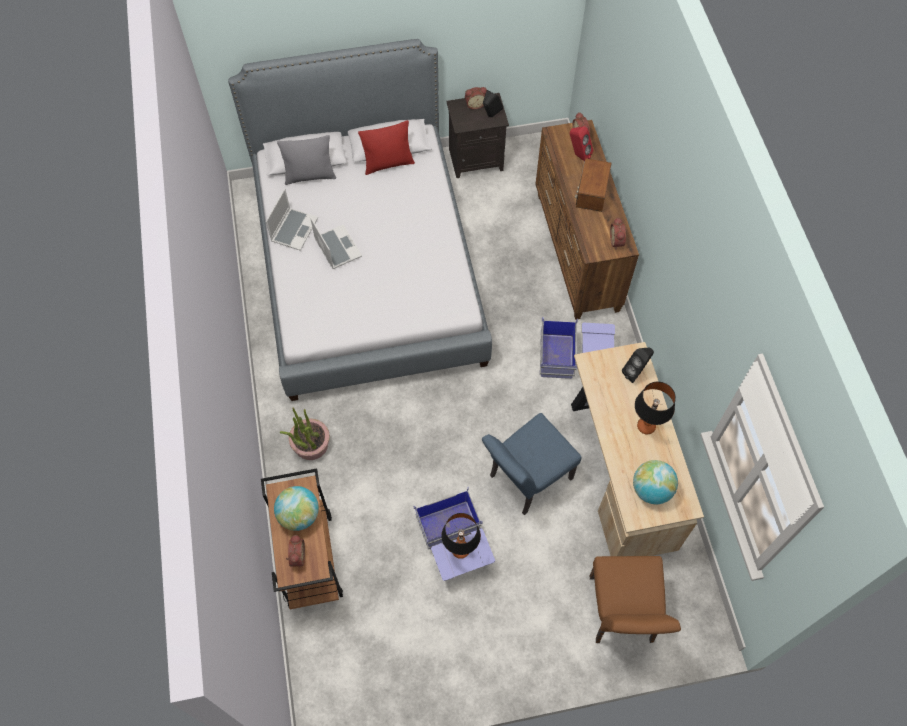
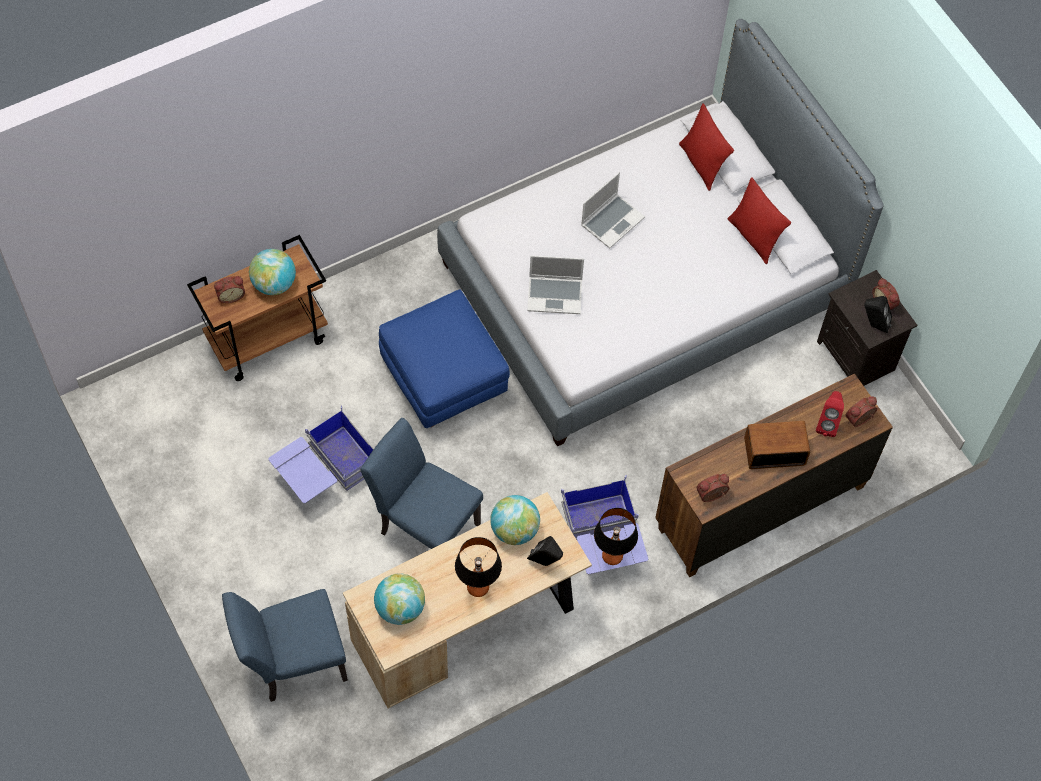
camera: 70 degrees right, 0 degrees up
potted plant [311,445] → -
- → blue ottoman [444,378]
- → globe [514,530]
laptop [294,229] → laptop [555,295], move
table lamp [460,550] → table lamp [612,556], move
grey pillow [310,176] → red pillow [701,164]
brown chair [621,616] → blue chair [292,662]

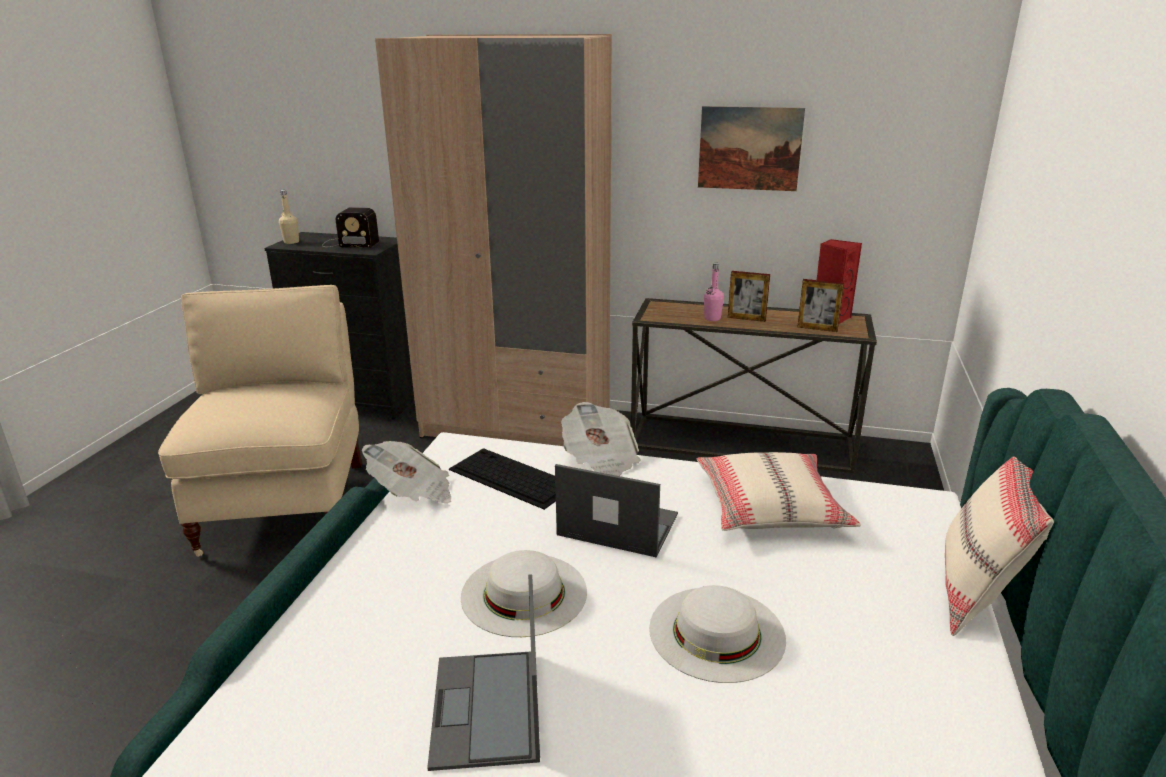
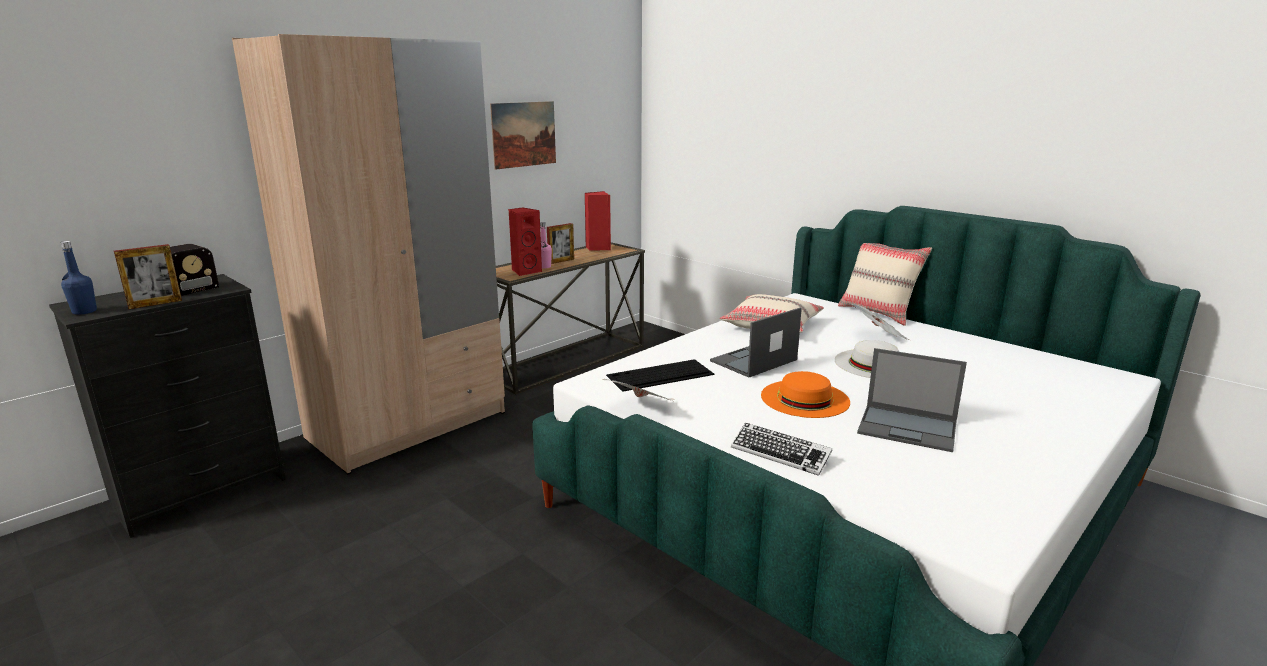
camera: 60 degrees left, 5 degrees down
beige chair [286,505] → -
- → red speaker [525,271]
- → keyboard [780,454]
newspaper [600,460] → newspaper [878,336], move
picture frame [817,328] → picture frame [155,304], move
beige bottle [291,242] → blue bottle [84,311]
white hat [524,593] → orange hat [804,398]

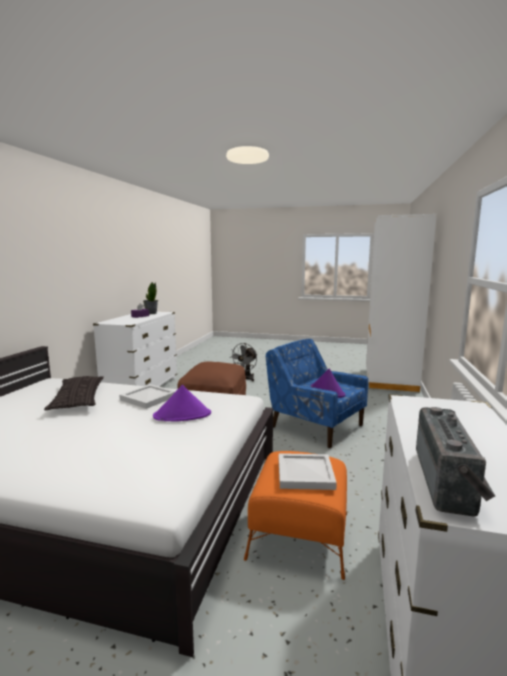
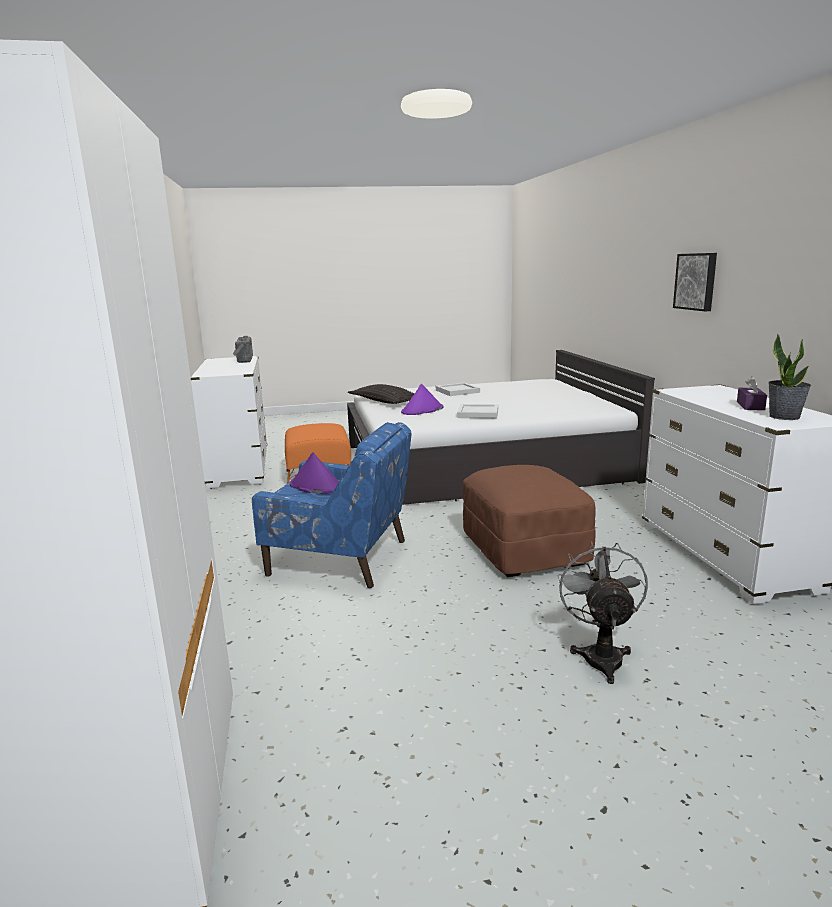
camera: 155 degrees right, 5 degrees up
- → picture [696,281]
pillow [78,398] → pillow [385,401], move
white tray [306,473] → white tray [457,391], move

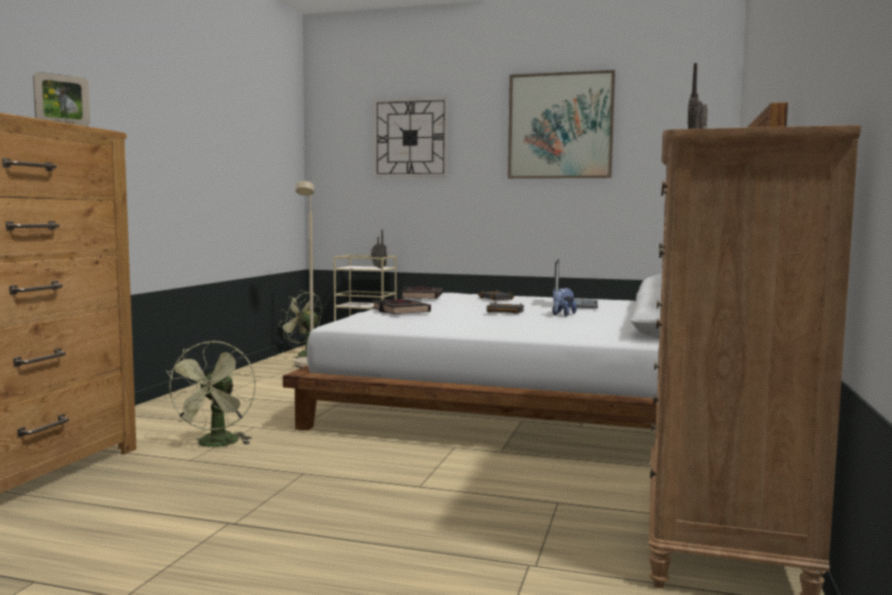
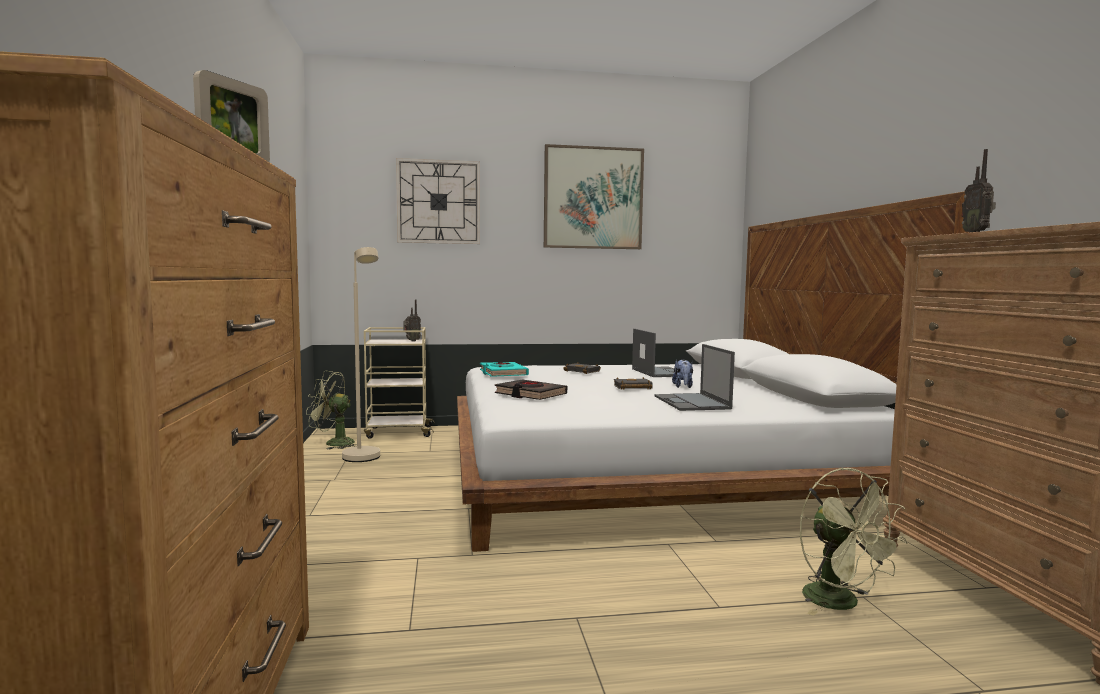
camera: 25 degrees left, 0 degrees up
- → laptop [692,403]
green fan [216,445] → green fan [841,603], move
black book [421,297] → turquoise book [503,373]

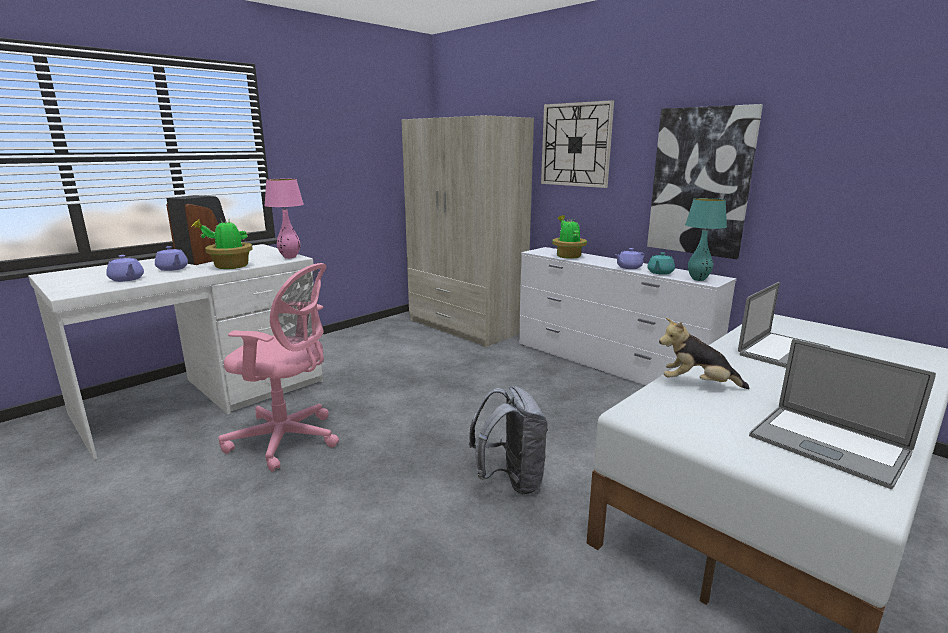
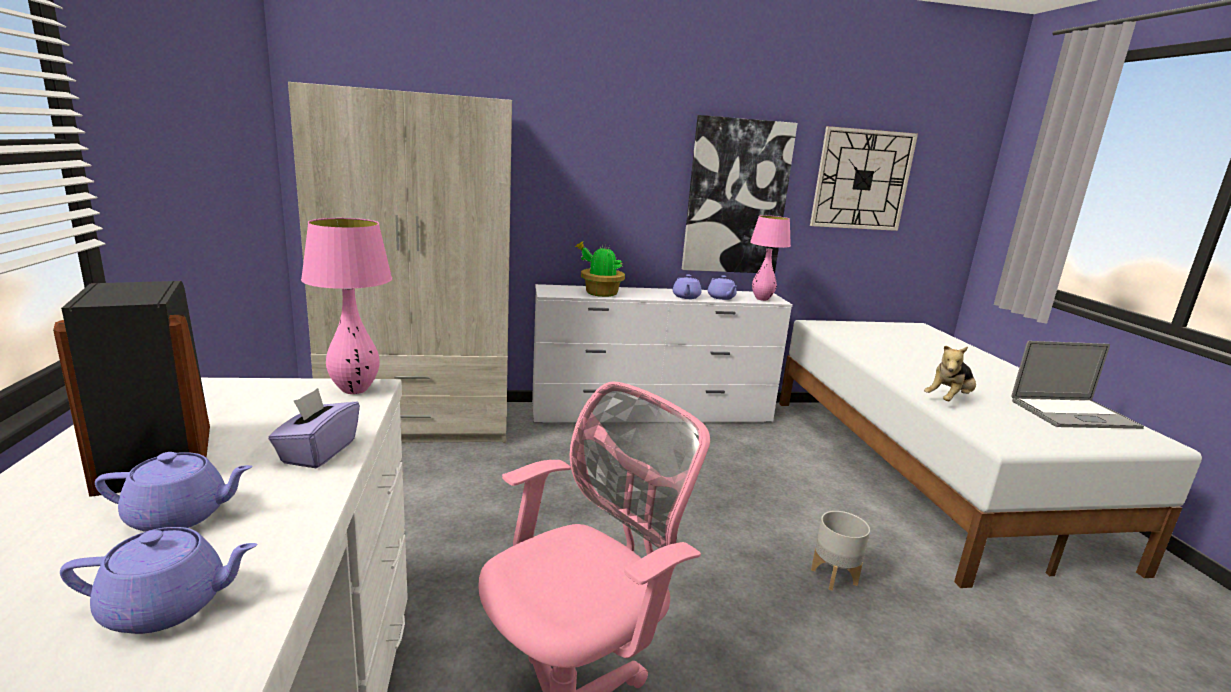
camera: 55 degrees left, 0 degrees up
laptop [783,351] → -
wall clock [576,145] → wall clock [862,180], move
potted plant [230,267] → purple tissue box [318,452]
grey backpack [510,481] → grey planter [833,577]
turquoise teapot [660,273] → purple teapot [721,298]
turquoise table lamp [698,279] → pink table lamp [762,299]

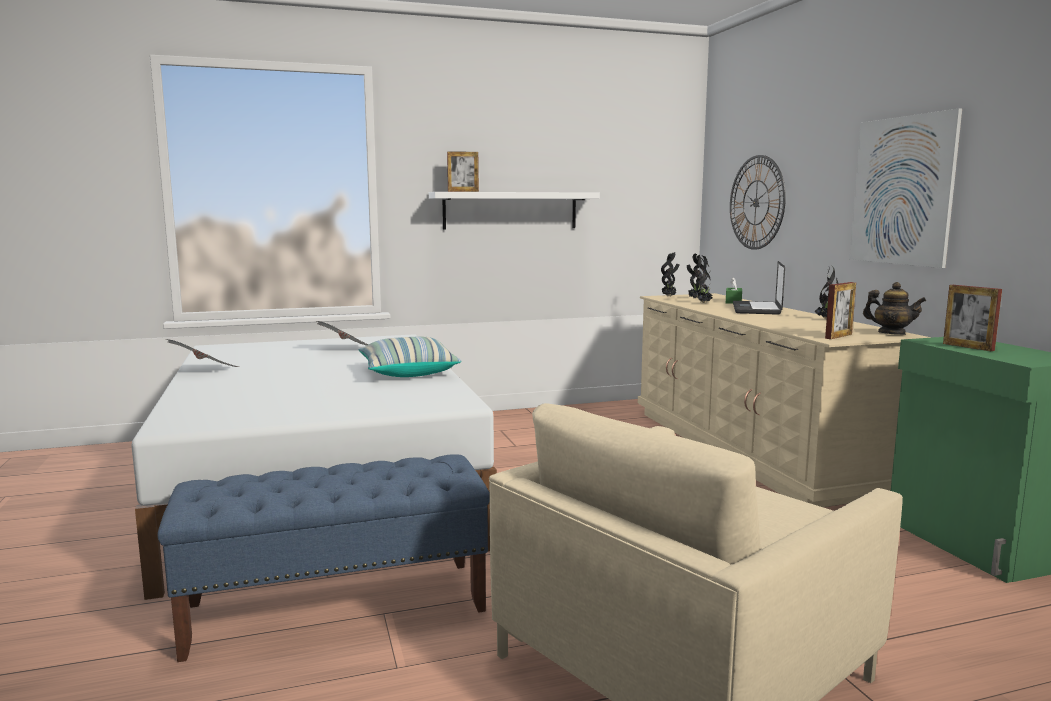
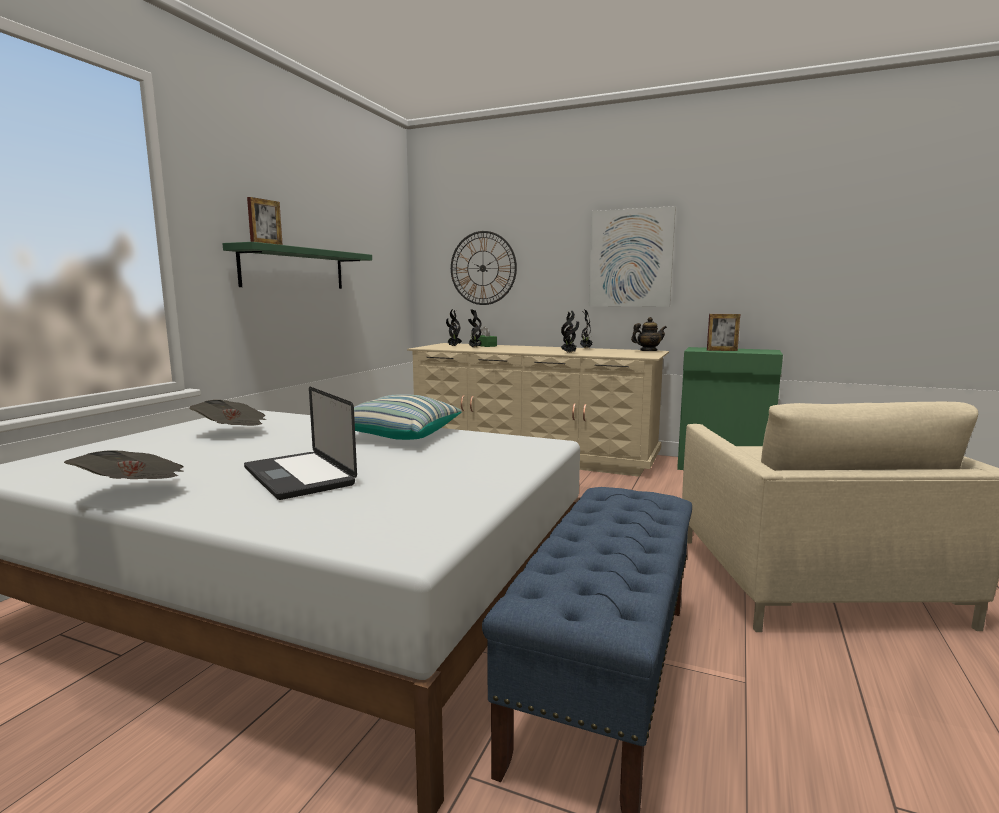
camera: 50 degrees left, 0 degrees up
picture frame [838,336] → -
potted plant [669,296] → potted plant [569,353], move
laptop [756,309] → laptop [298,476], move
white shelf [510,210] → green shelf [294,269]

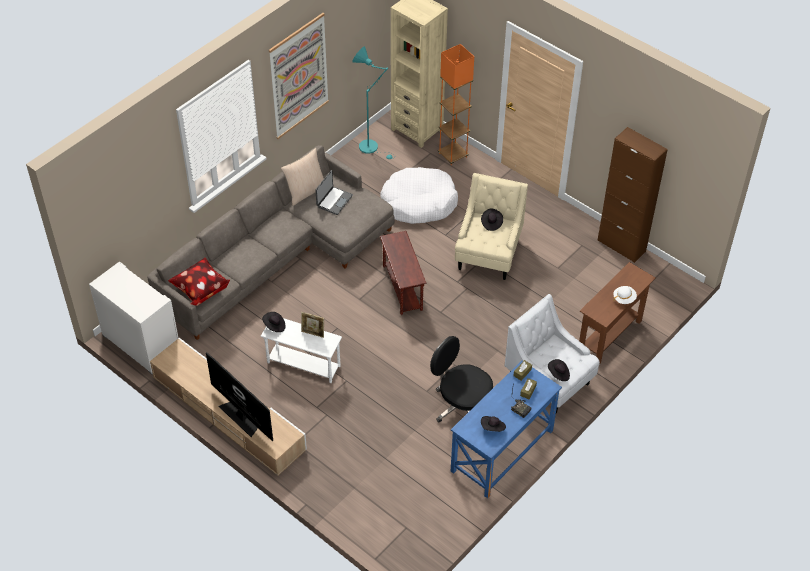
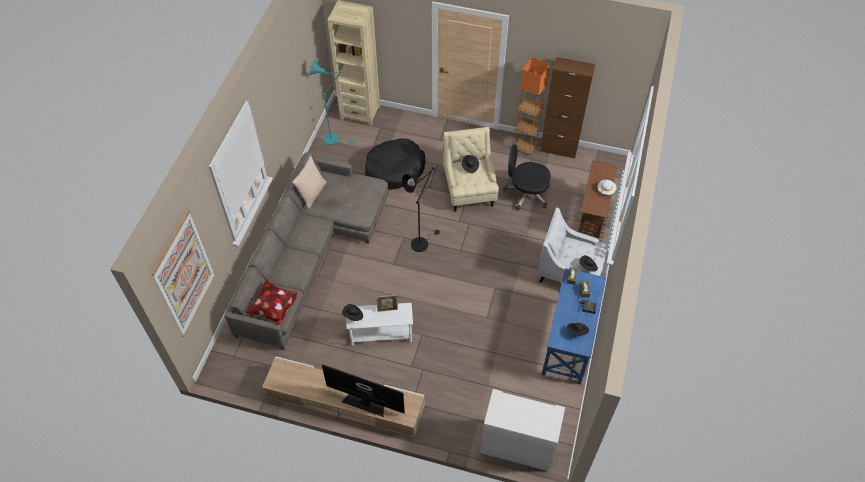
camera: 25 degrees left, 5 degrees up
laptop [334,201] → -
white dresser [140,343] → white dresser [517,446], move
picture [299,76] → picture [185,275], move
black office chair [461,405] → black office chair [526,194], move
orange floor lamp [453,155] → orange floor lamp [525,147], move
brown side table [403,288] → black floor lamp [421,242]
white dog bed [418,203] → black dog bed [394,170]

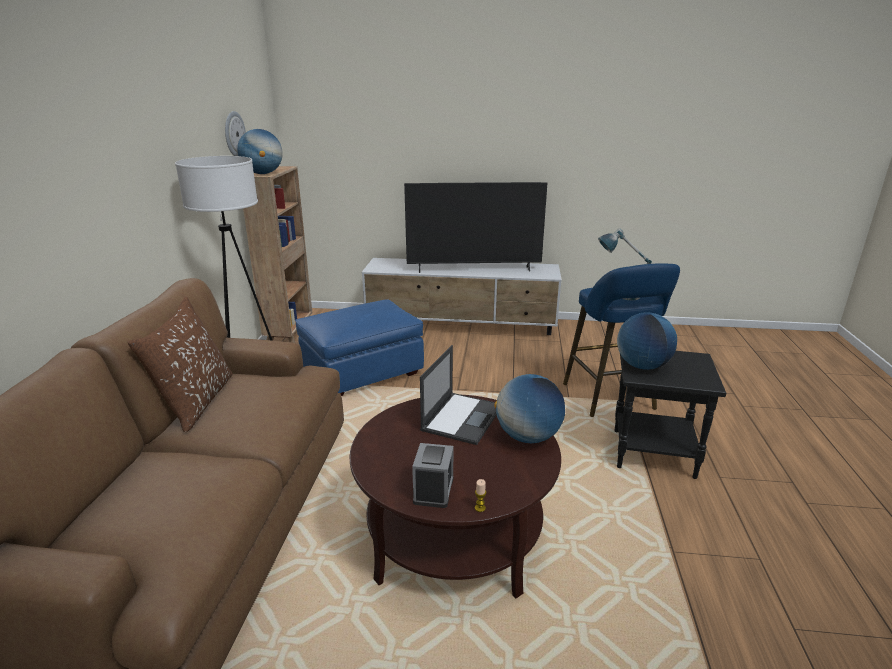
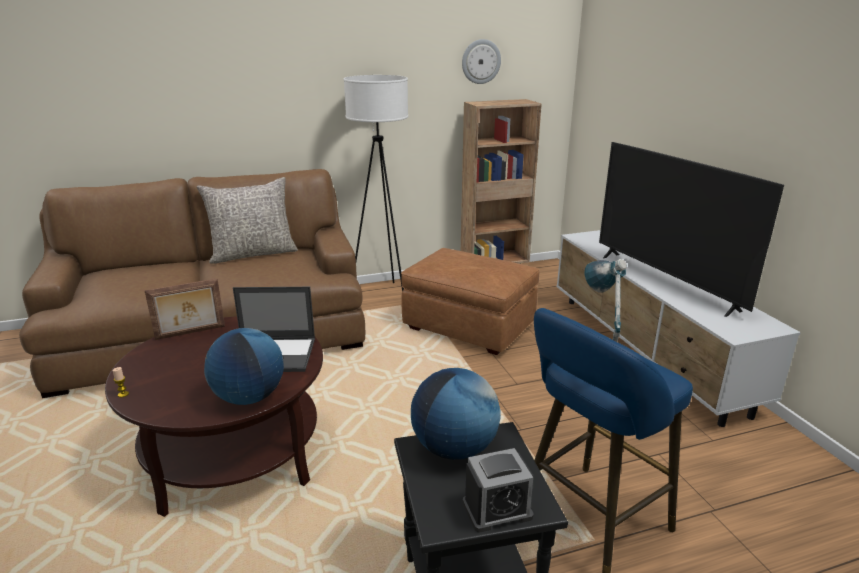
camera: 65 degrees right, 0 degrees up
globe [263,173] → -
- → picture frame [191,333]
alarm clock [433,490] → alarm clock [497,510], move
brown pillow [196,402] → grey pillow [253,254]
blue ottoman [362,372] → brown ottoman [469,327]

